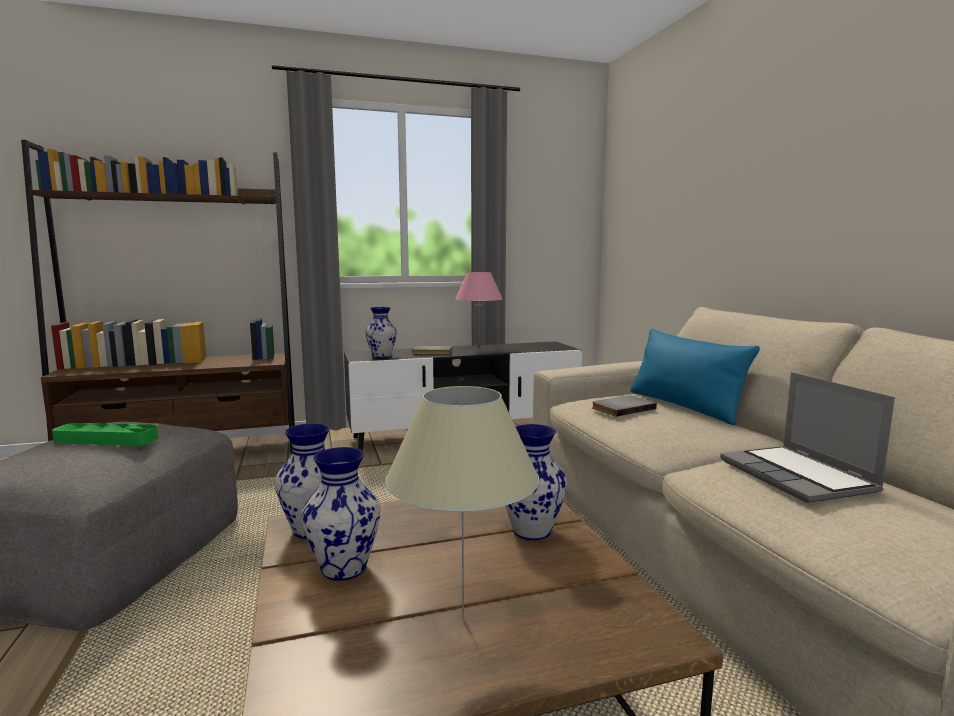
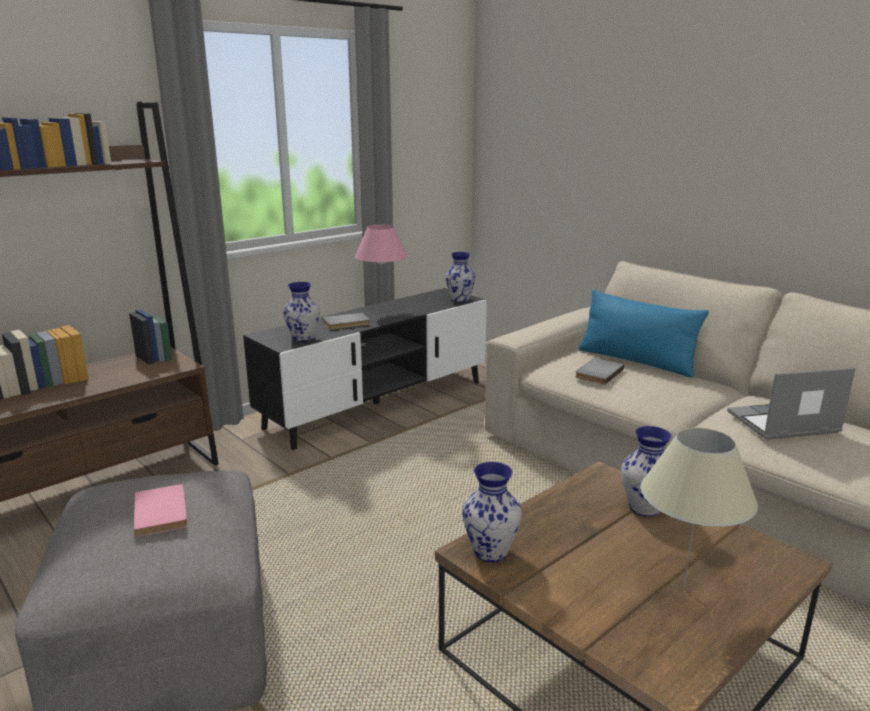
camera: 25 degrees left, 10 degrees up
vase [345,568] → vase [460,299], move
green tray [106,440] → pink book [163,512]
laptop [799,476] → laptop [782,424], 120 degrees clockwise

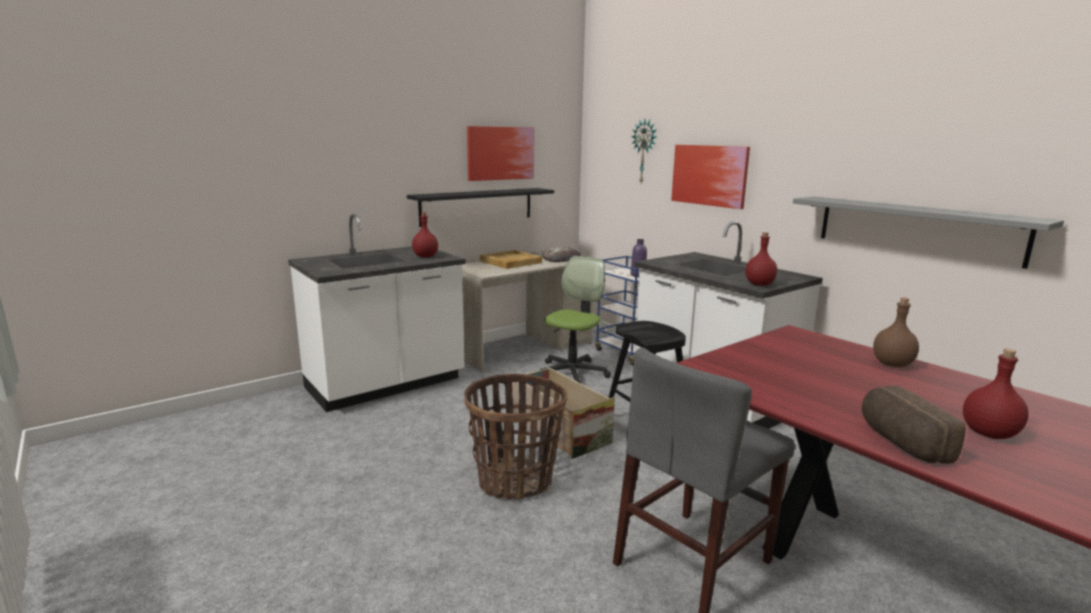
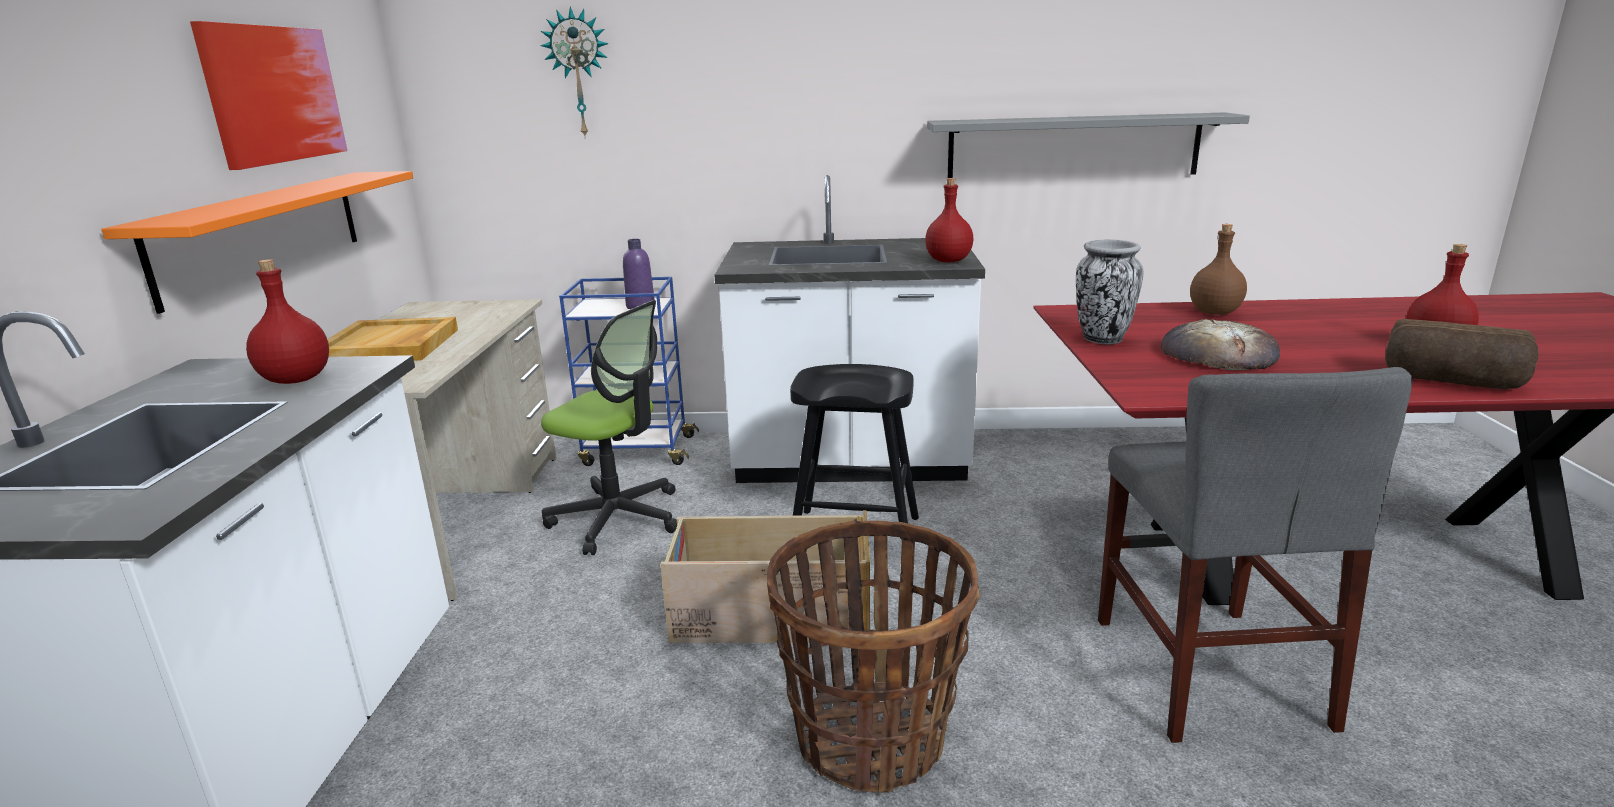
camera: 50 degrees left, 5 degrees up
picture [709,175] → -
- → vase [1102,339]
bread [561,258] → bread [1218,354], move
black shelf [477,206] → orange shelf [263,233]
office chair [572,373] → office chair [617,518], 135 degrees clockwise

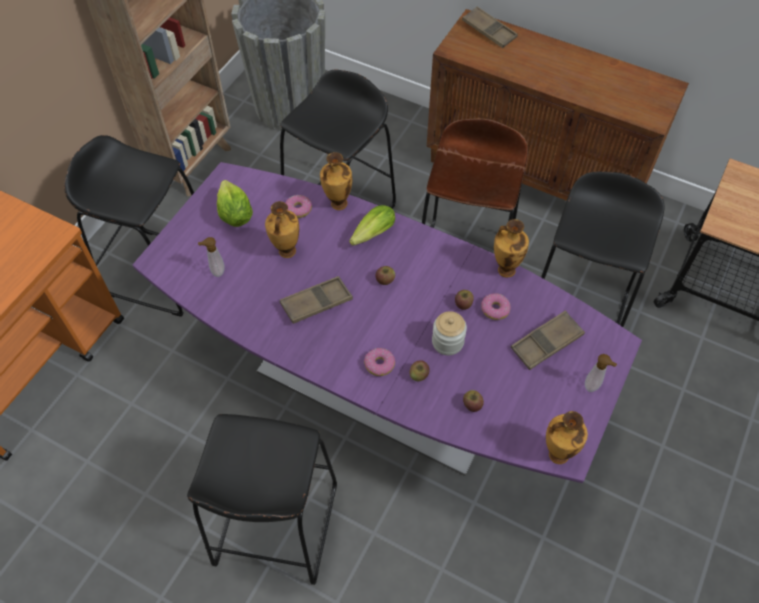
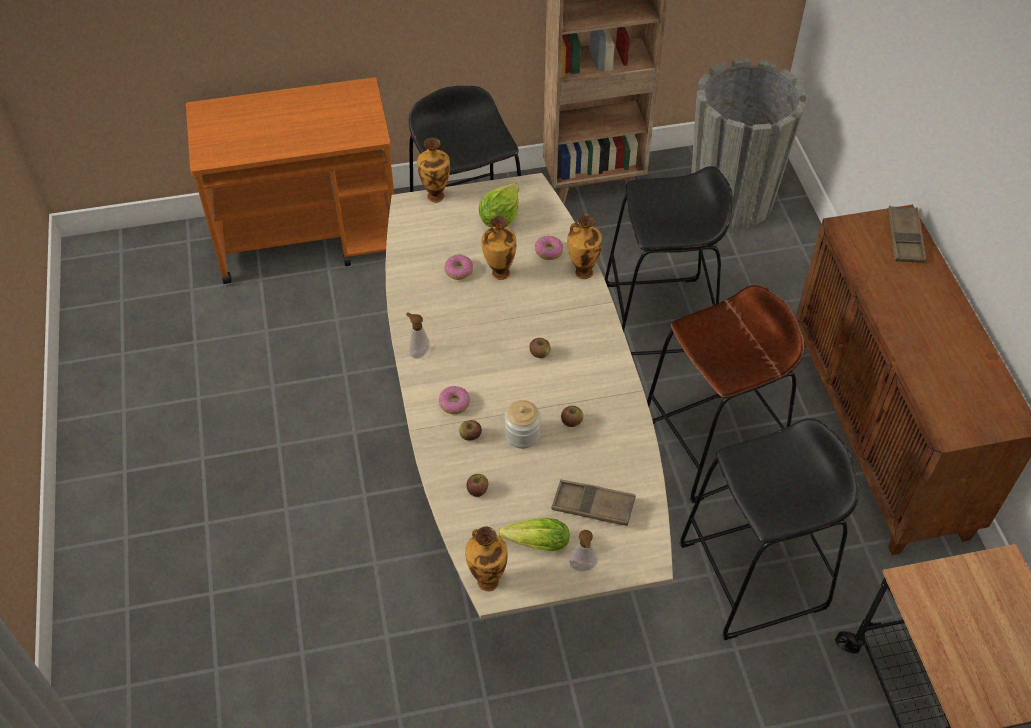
camera: 50 degrees right, 5 degrees down
black stool [276,524] → -
brown tray [316,303] → -
soap dispenser [216,271] → soap dispenser [418,352], move
lettuce [371,235] → lettuce [533,542], move
donut [494,309] → donut [458,270], move
vase [505,269] → vase [435,195], move
purple dining table [378,383] → beige dining table [515,469]

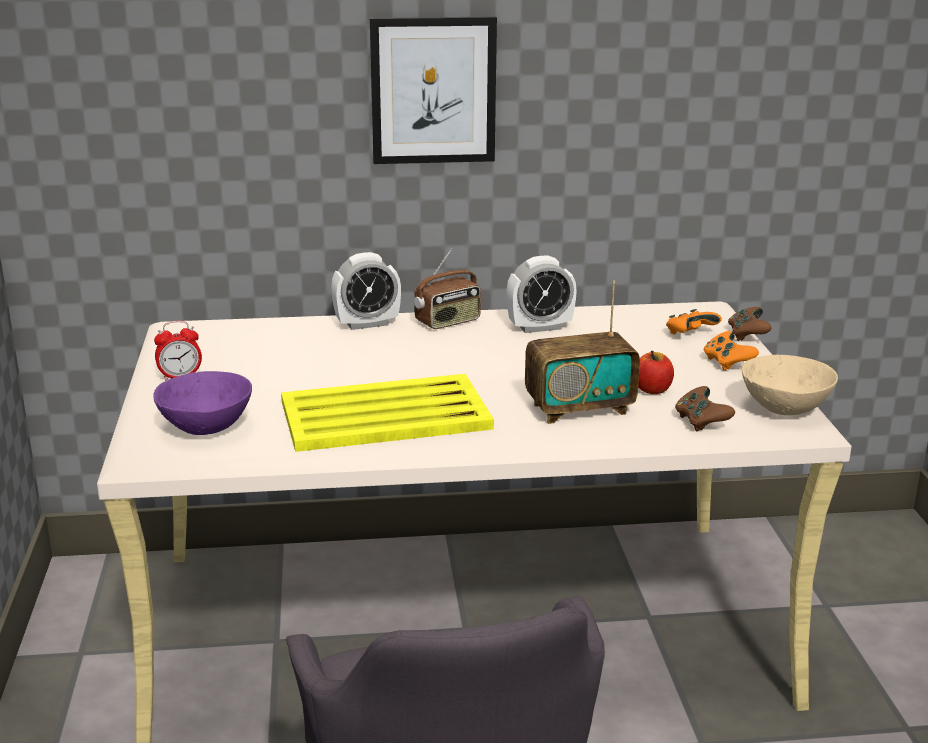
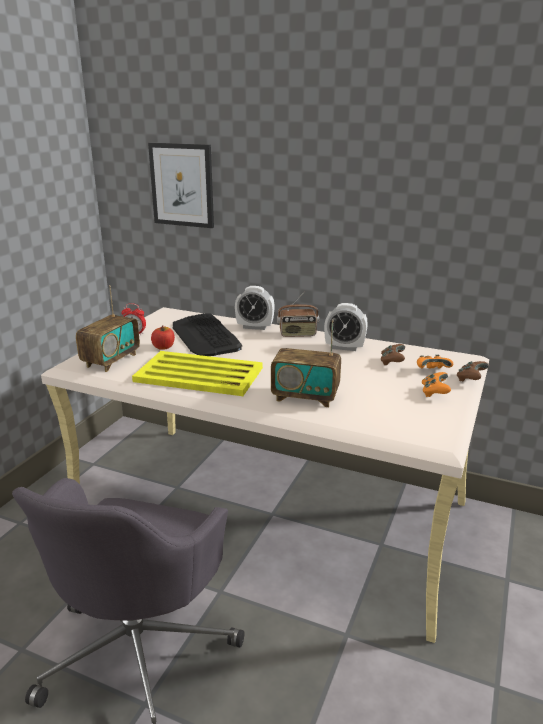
camera: 30 degrees right, 0 degrees up
beige bowl [784,409] → -
- → keyboard [205,336]
picture [433,90] → picture [182,185], move
apple [652,390] → apple [163,347], move
brown game controller [701,422] → brown game controller [392,362], move
purple bowl [206,428] → radio [111,360]

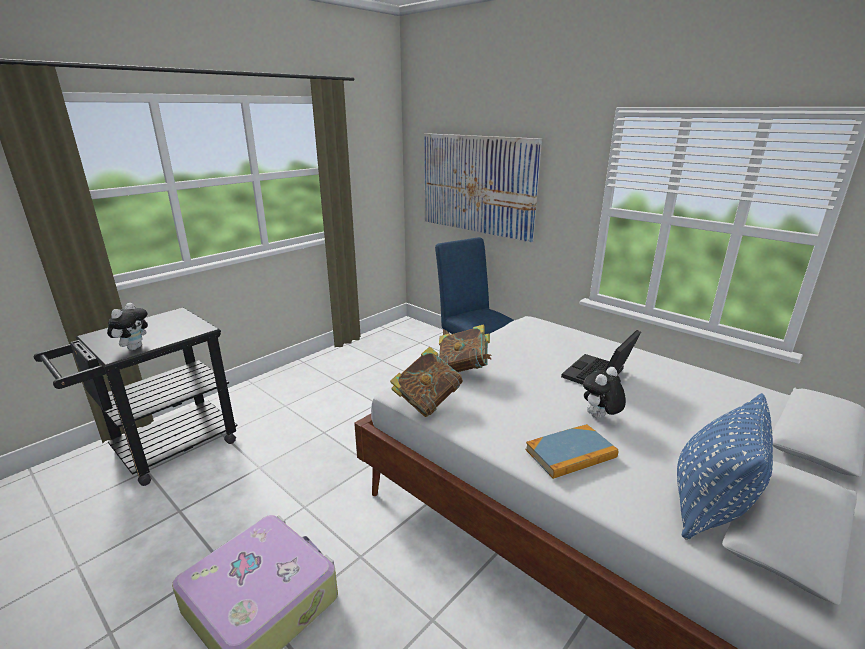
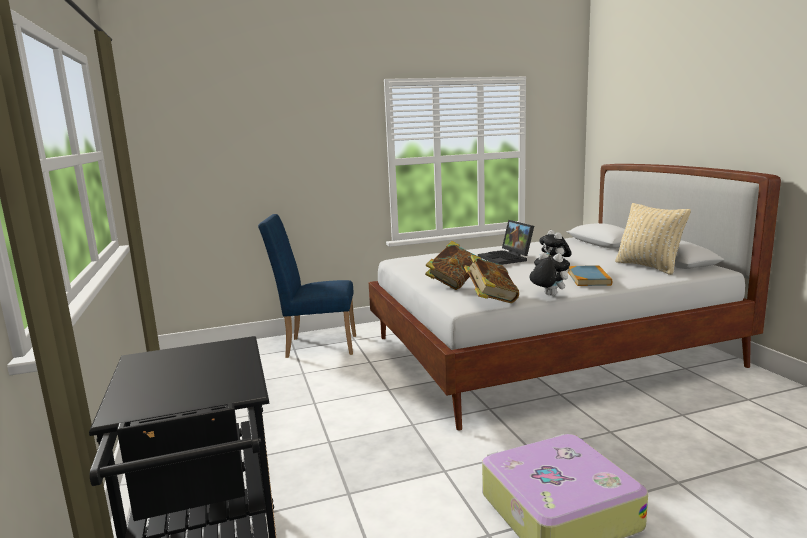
camera: 60 degrees left, 10 degrees down
picture [477,184] → -
plush toy [134,347] → plush toy [548,295], move
blue pillow [709,506] → beige pillow [648,267]

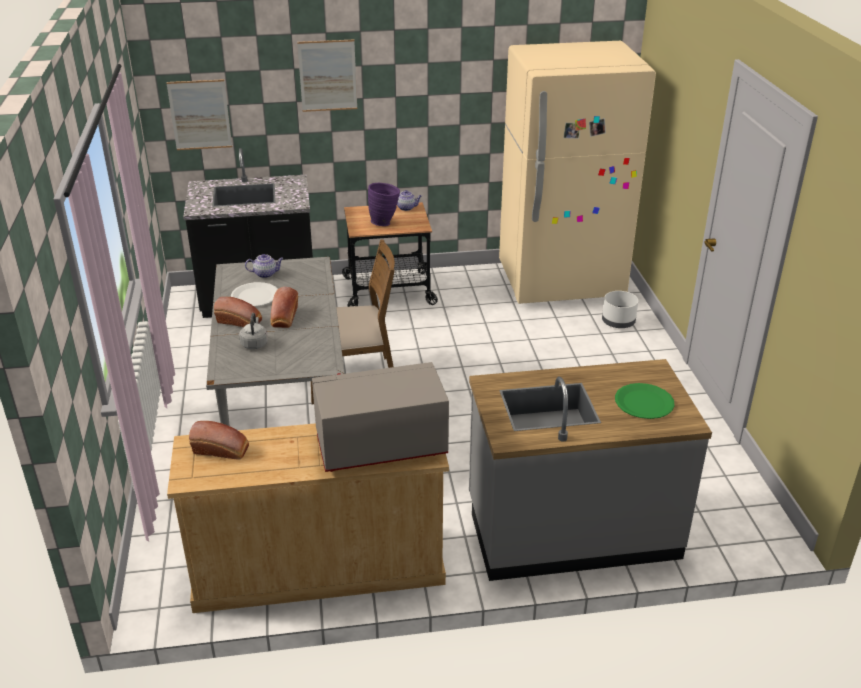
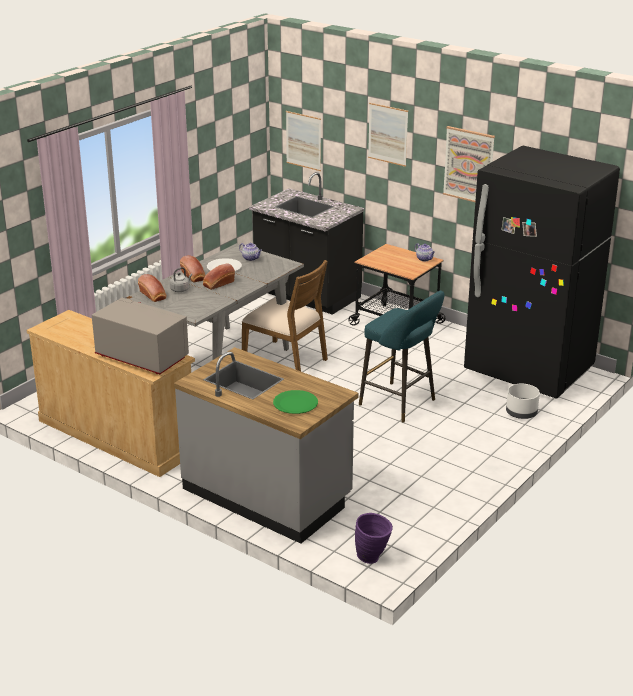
camera: 45 degrees right, 5 degrees down
- → turquoise stool [400,404]
- → picture [469,165]
bread [222,450] → bread [153,295], move
purple vase [385,223] → purple vase [373,558], move
beige fridge [561,282] → black fridge [529,371]

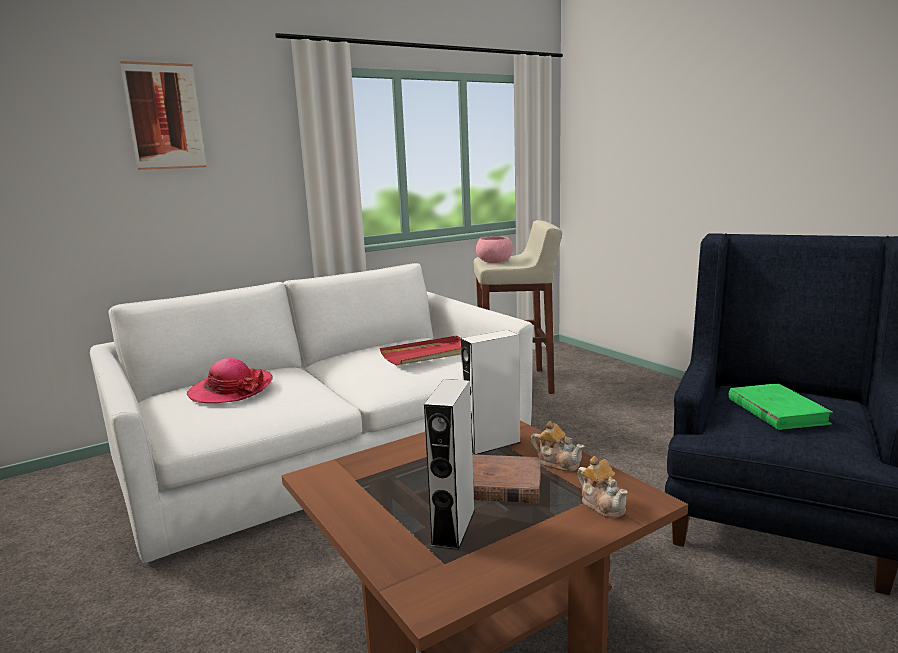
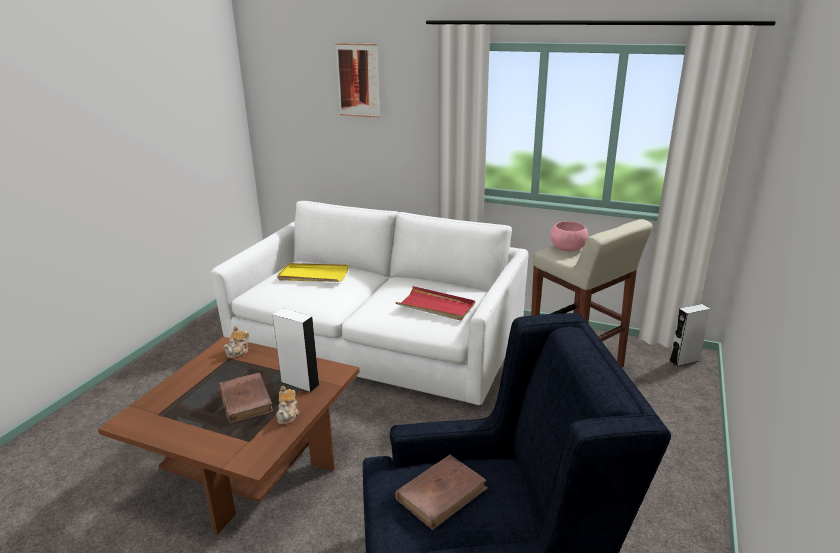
camera: 55 degrees right, 10 degrees up
grey speaker [453,527] → grey speaker [684,361], move
teapot [603,505] → teapot [238,351], move
hat [231,390] → yellow tray [313,275]
green book [776,411] → brown book [441,493]

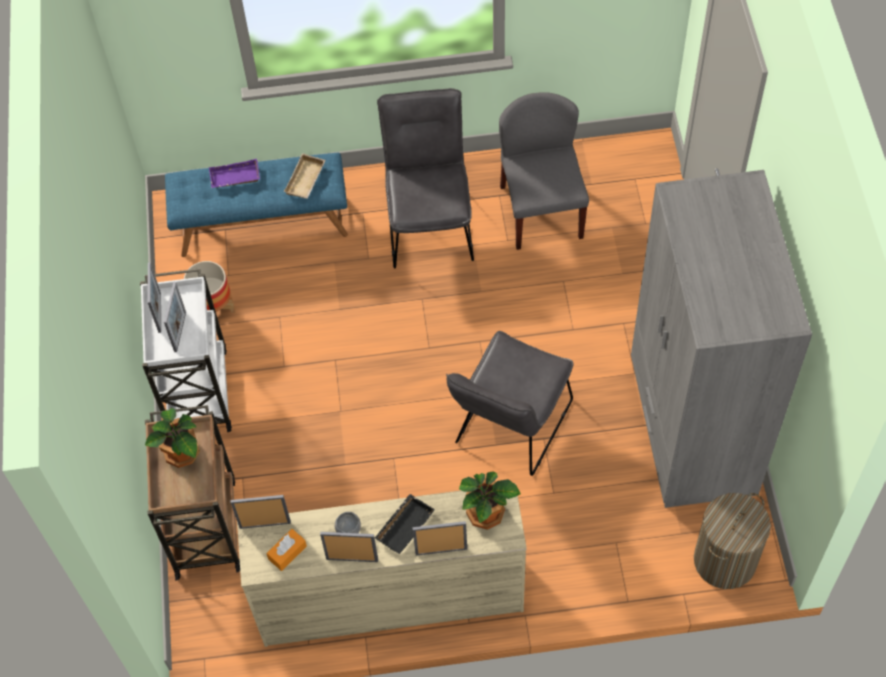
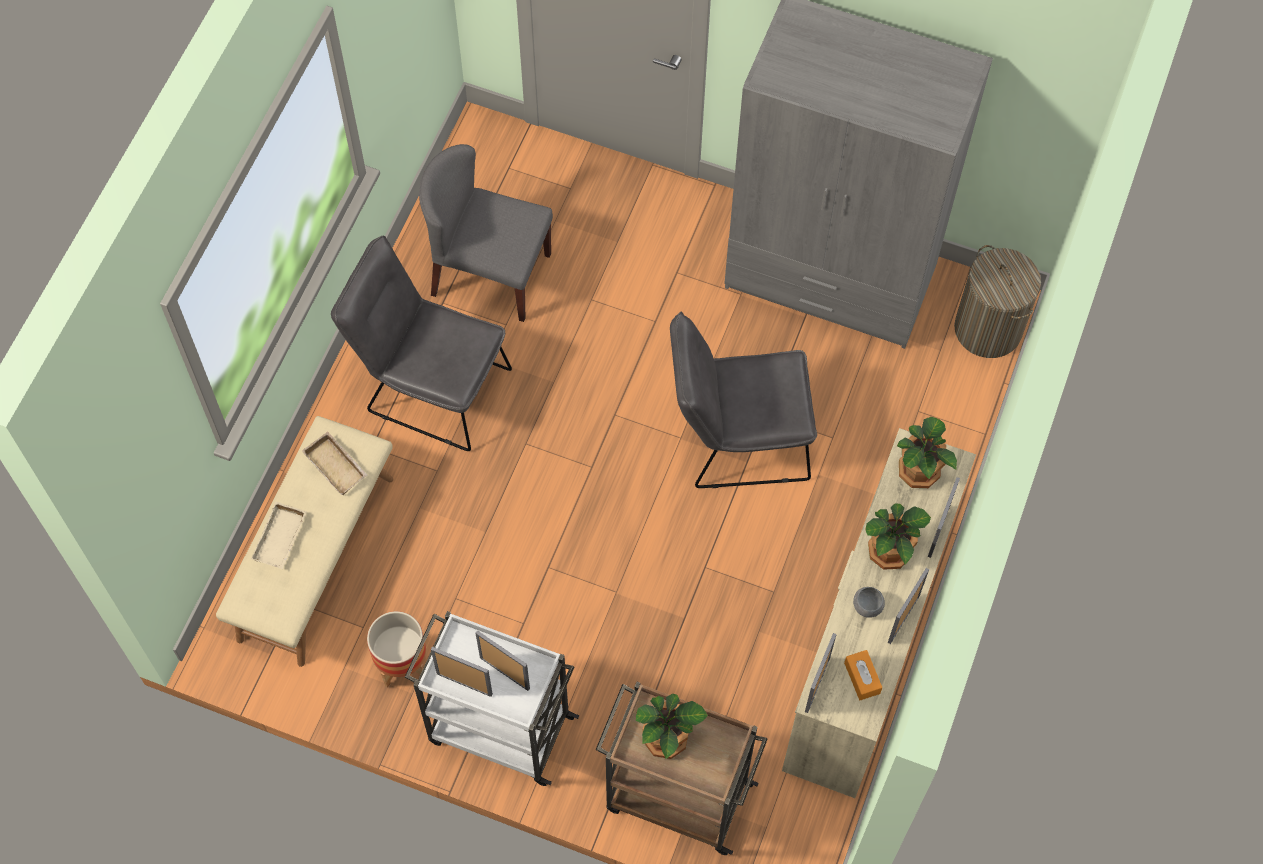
camera: 65 degrees left, 5 degrees up
black tray [404,525] → potted plant [890,552]
blue bench [263,223] → beige bench [315,557]
purple tray [234,178] → beige tray [281,539]
grey chair [509,428] → grey chair [736,439], 120 degrees clockwise

